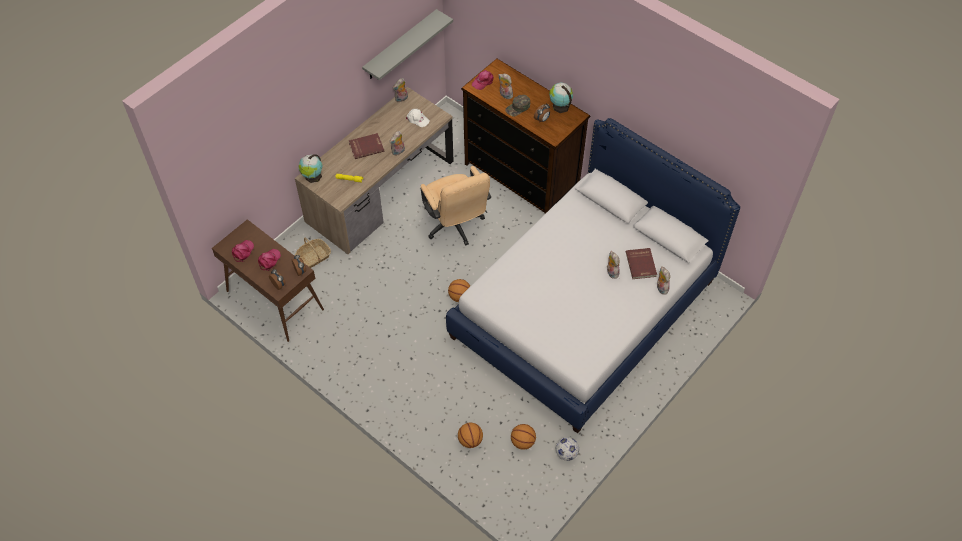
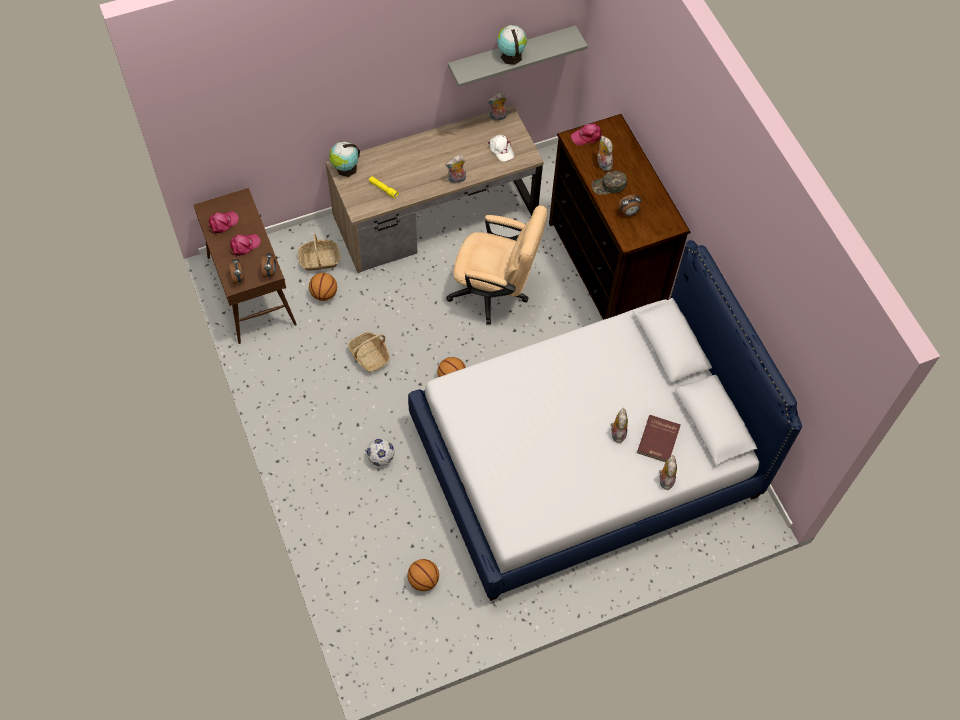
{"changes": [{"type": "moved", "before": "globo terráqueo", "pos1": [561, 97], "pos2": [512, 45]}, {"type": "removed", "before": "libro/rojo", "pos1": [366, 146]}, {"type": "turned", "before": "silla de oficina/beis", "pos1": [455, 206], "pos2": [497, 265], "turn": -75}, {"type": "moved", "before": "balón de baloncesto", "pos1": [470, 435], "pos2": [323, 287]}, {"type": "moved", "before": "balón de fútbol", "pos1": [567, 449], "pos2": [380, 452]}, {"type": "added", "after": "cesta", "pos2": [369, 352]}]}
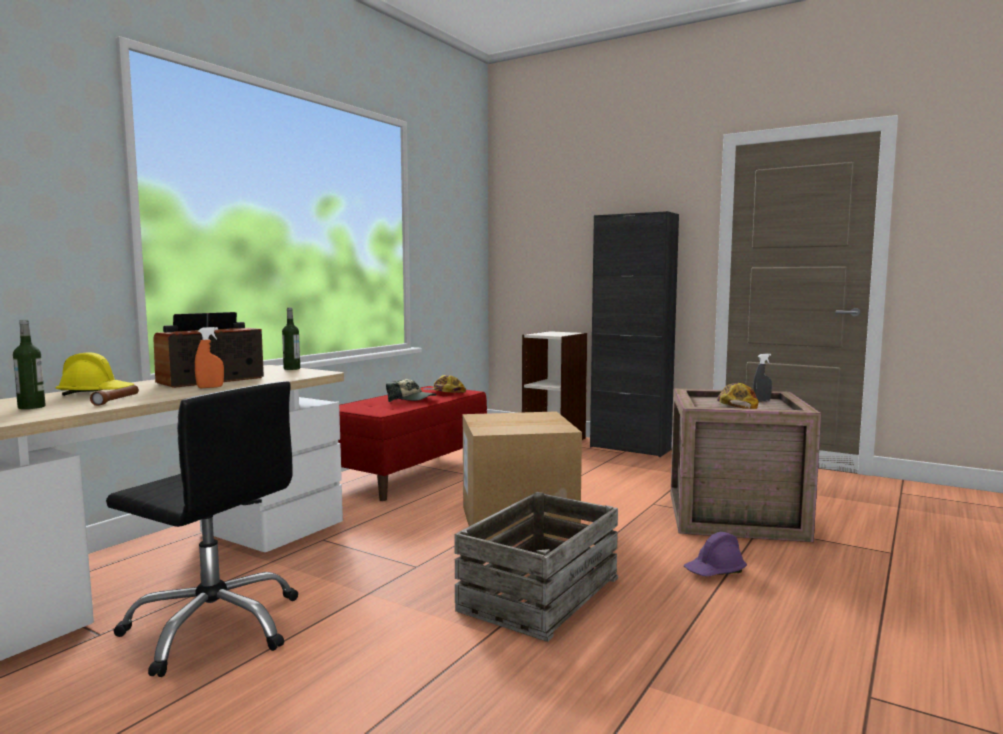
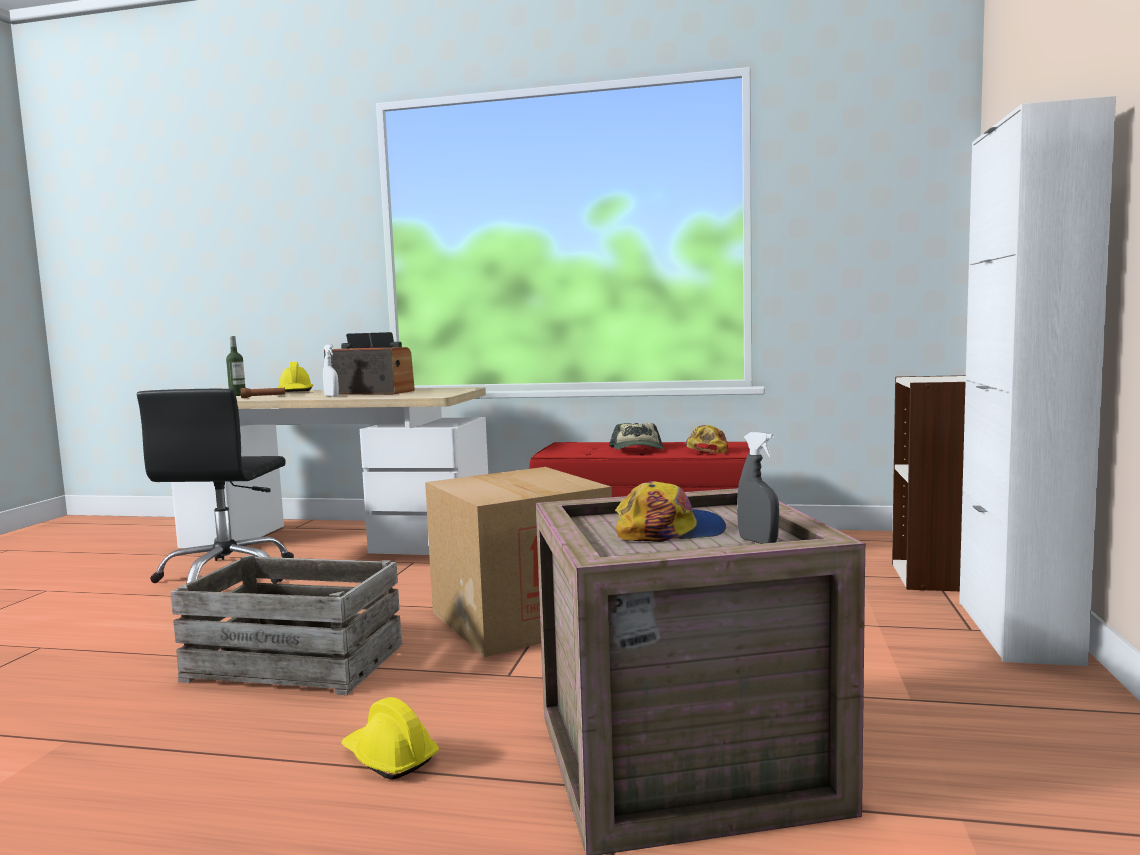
{"changes": [{"type": "recoloured", "before": "armario/negro", "after": "armario/blanco", "pos1": [634, 334], "pos2": [1037, 381]}, {"type": "removed", "before": "botella", "pos1": [291, 339]}, {"type": "recoloured", "before": "pulverizador/naranja", "after": "pulverizador/blanco", "pos1": [209, 357], "pos2": [331, 371]}, {"type": "recoloured", "before": "casco/morado", "after": "casco/amarillo", "pos1": [715, 554], "pos2": [390, 738]}]}
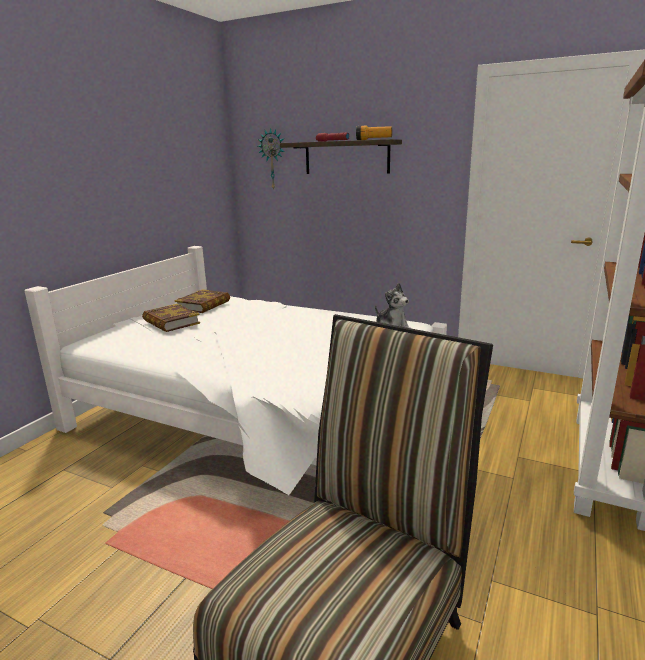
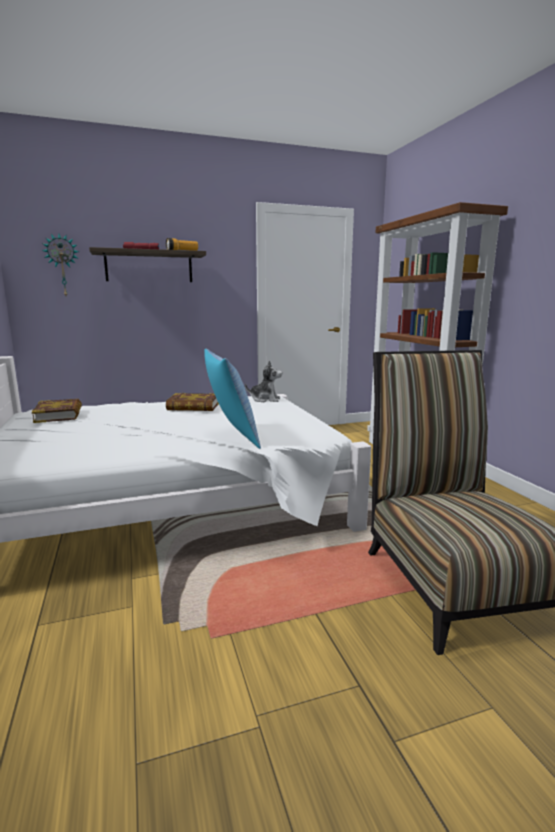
{"changes": [{"type": "moved", "before": "libro", "pos1": [171, 318], "pos2": [192, 402]}, {"type": "added", "after": "cojín", "pos2": [232, 399]}]}
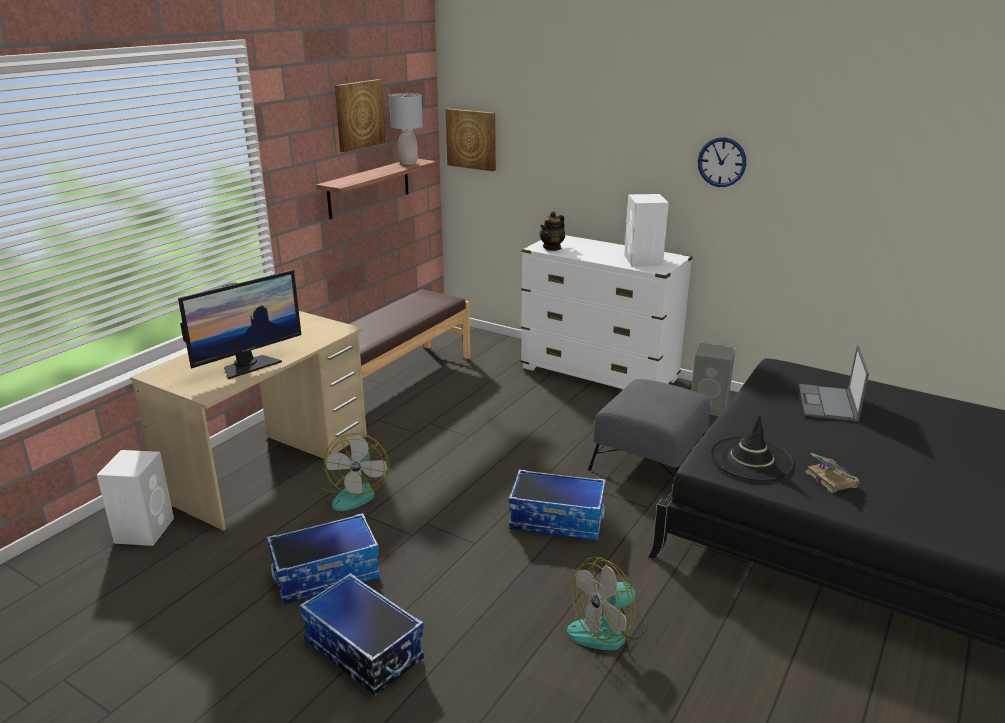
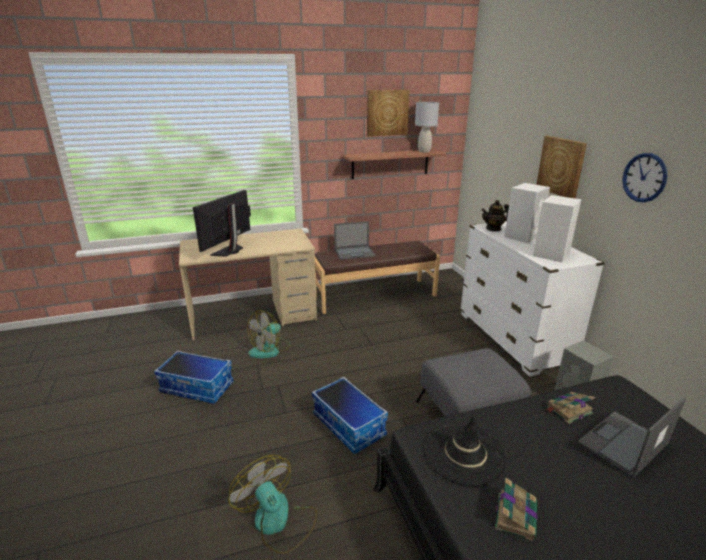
{"changes": [{"type": "moved", "before": "cuadro", "pos1": [470, 140], "pos2": [561, 167]}, {"type": "turned", "before": "monitor", "pos1": [239, 324], "pos2": [222, 223], "turn": 120}, {"type": "moved", "before": "altavoz/blanco", "pos1": [135, 498], "pos2": [527, 213]}, {"type": "turned", "before": "ventilador", "pos1": [607, 603], "pos2": [272, 504], "turn": 45}, {"type": "removed", "before": "caja de almacenaje", "pos1": [361, 634]}, {"type": "added", "after": "portátil", "pos2": [355, 240]}, {"type": "added", "after": "libro", "pos2": [570, 408]}]}
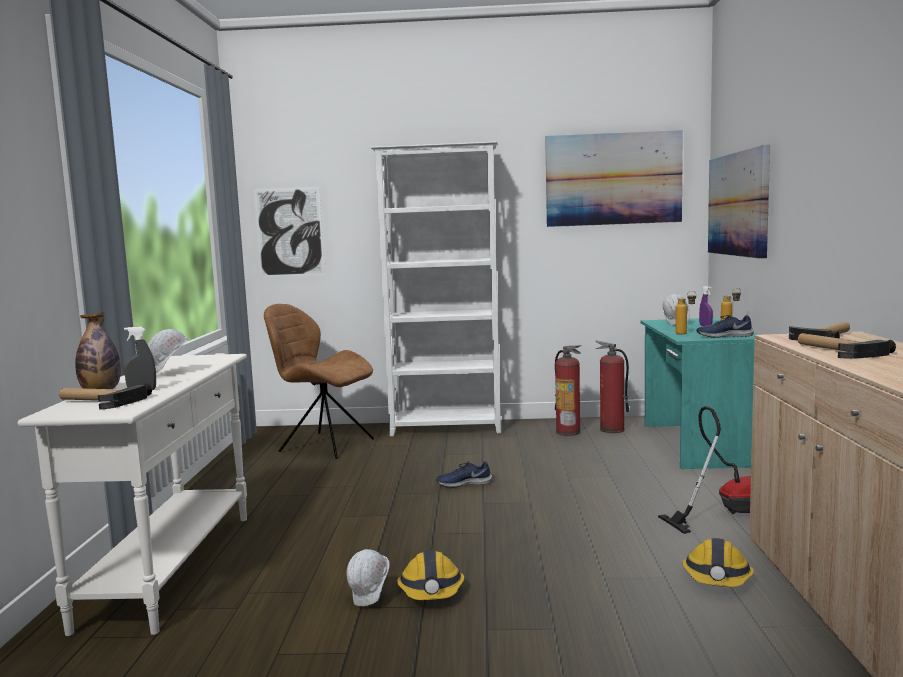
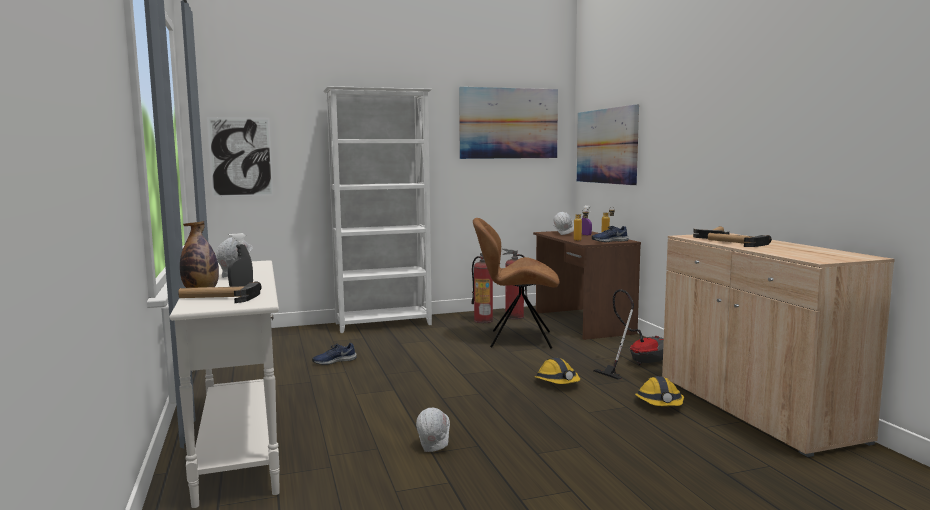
{"changes": [{"type": "moved", "before": "silla/marrón", "pos1": [319, 381], "pos2": [516, 283]}, {"type": "recoloured", "before": "escritorio/turquesa", "after": "escritorio/marrón", "pos1": [699, 393], "pos2": [587, 285]}, {"type": "moved", "before": "zapato/azul", "pos1": [464, 474], "pos2": [334, 354]}, {"type": "moved", "before": "casco", "pos1": [430, 575], "pos2": [557, 371]}]}
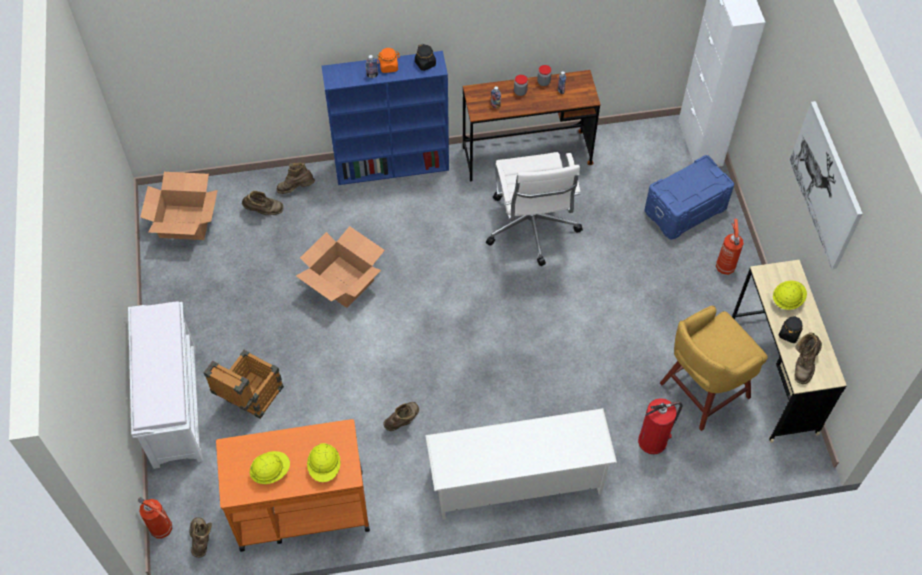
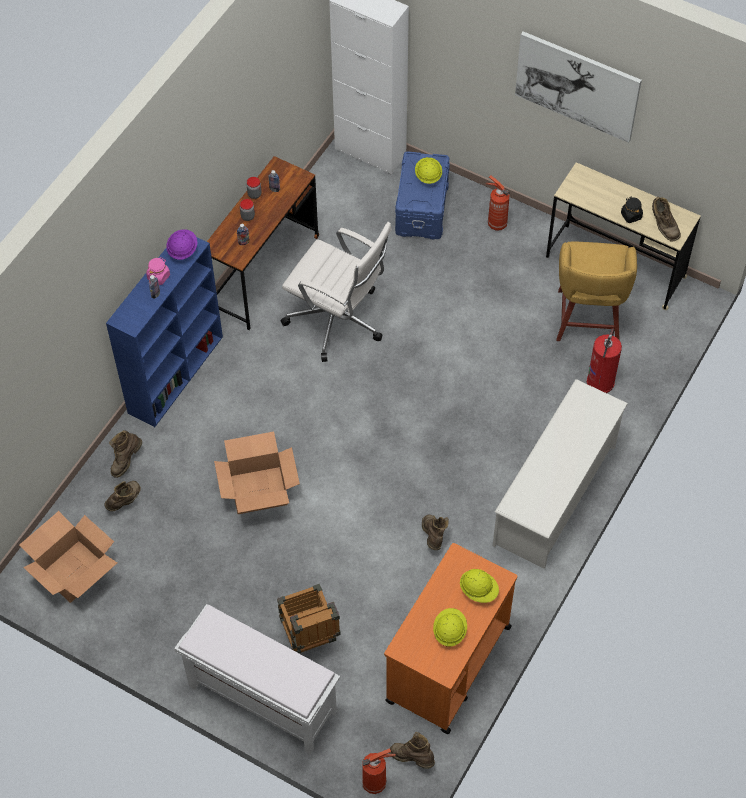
{"changes": [{"type": "replaced", "before": "tarro/negro", "after": "casco/morado", "pos1": [425, 57], "pos2": [181, 244]}, {"type": "recoloured", "before": "tarro/naranja", "after": "tarro/rosa", "pos1": [388, 60], "pos2": [158, 271]}, {"type": "moved", "before": "casco/amarillo", "pos1": [790, 295], "pos2": [428, 170]}]}
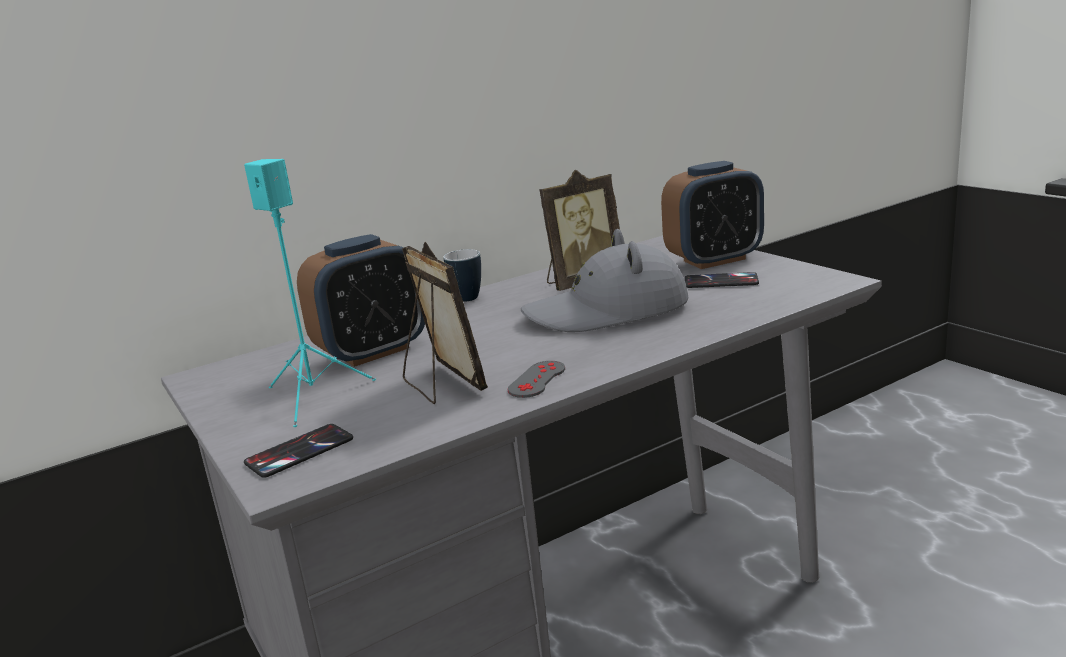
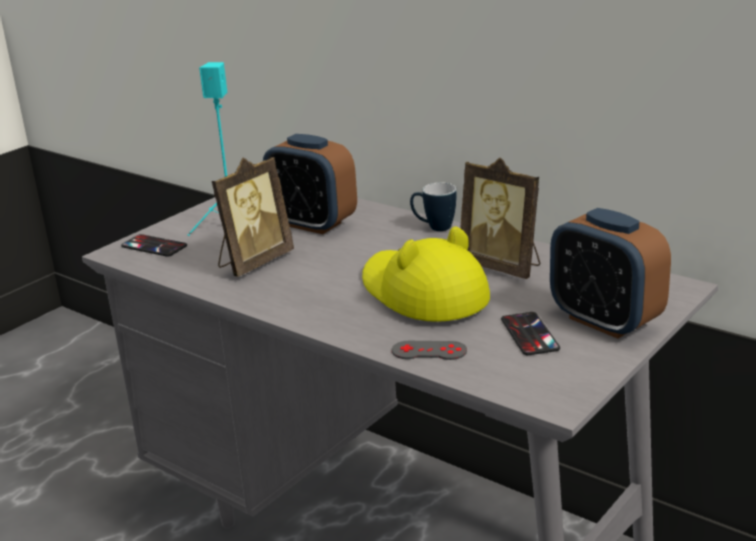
{"changes": [{"type": "recoloured", "before": "sombrero/gris", "after": "sombrero/amarillo", "pos1": [604, 280], "pos2": [426, 274]}, {"type": "moved", "before": "mando de consola/gris", "pos1": [536, 379], "pos2": [429, 350]}]}
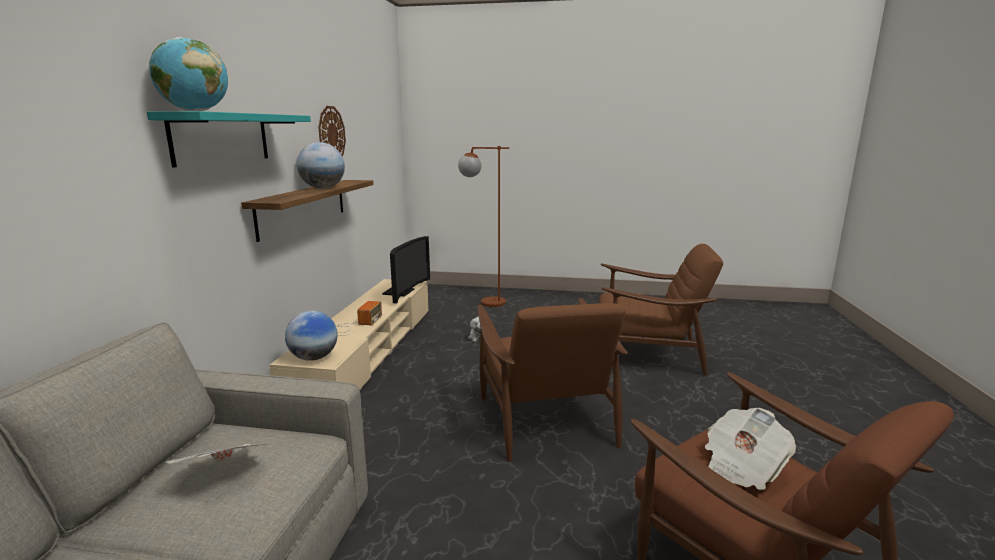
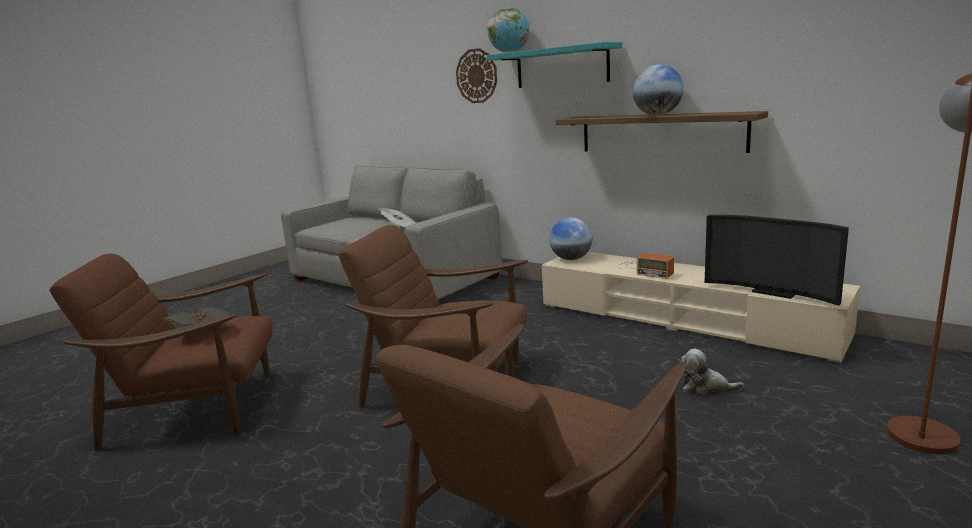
{"changes": [{"type": "moved", "before": "reloj de pared", "pos1": [332, 131], "pos2": [476, 75]}]}
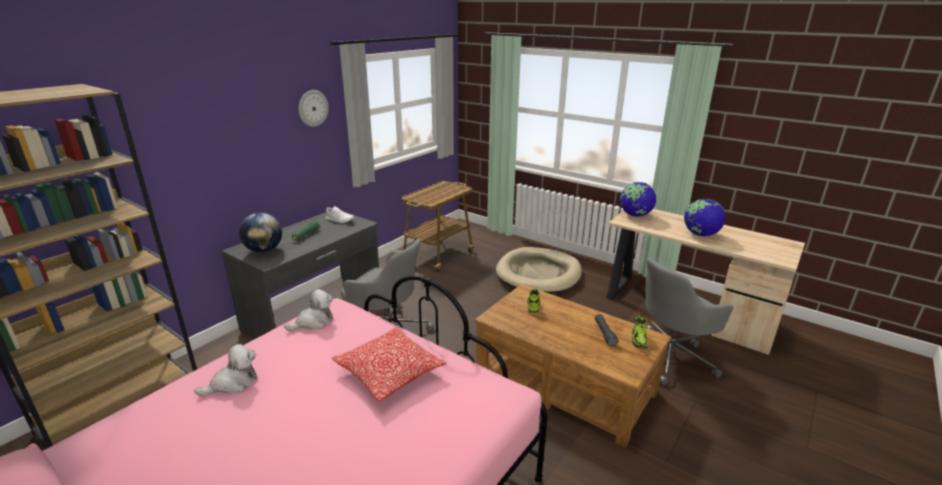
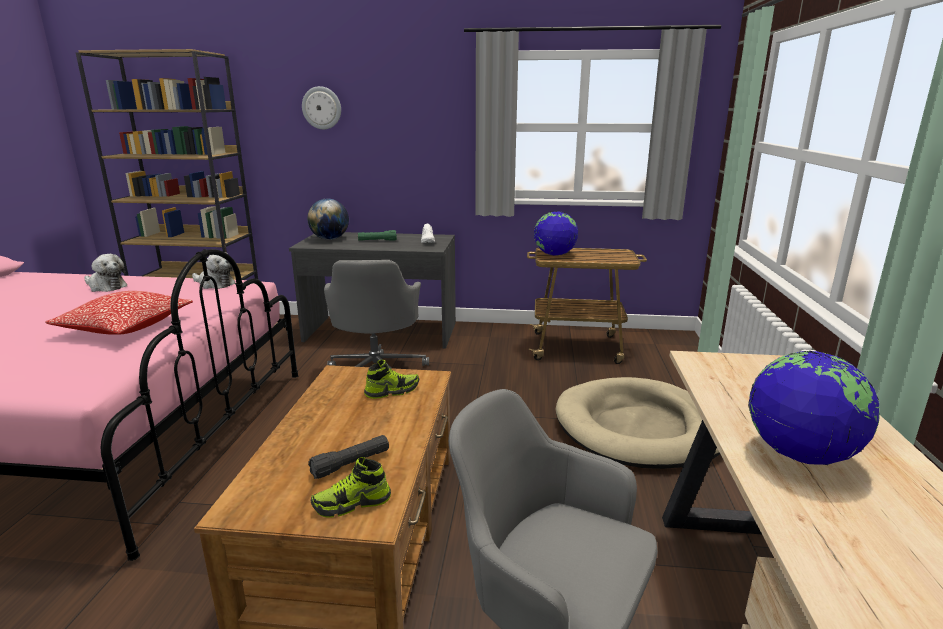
{"changes": [{"type": "moved", "before": "reloj de pared", "pos1": [314, 108], "pos2": [321, 108]}, {"type": "moved", "before": "globo terráqueo", "pos1": [638, 199], "pos2": [556, 233]}]}
